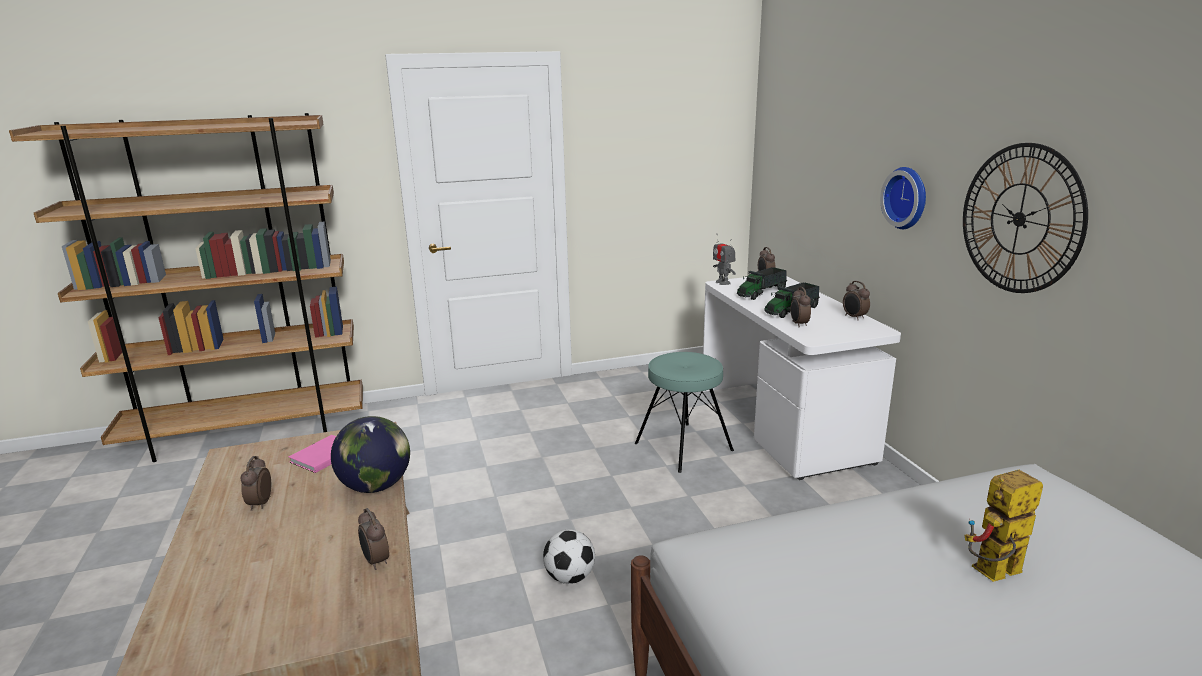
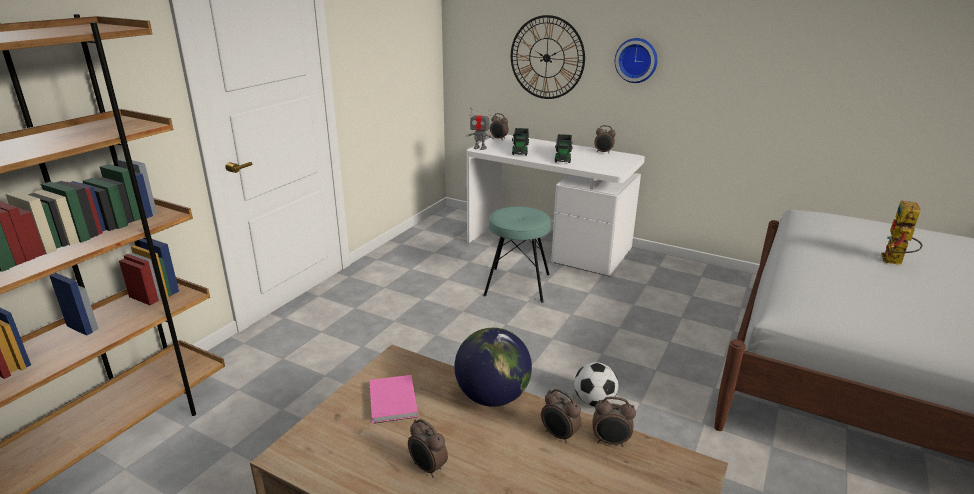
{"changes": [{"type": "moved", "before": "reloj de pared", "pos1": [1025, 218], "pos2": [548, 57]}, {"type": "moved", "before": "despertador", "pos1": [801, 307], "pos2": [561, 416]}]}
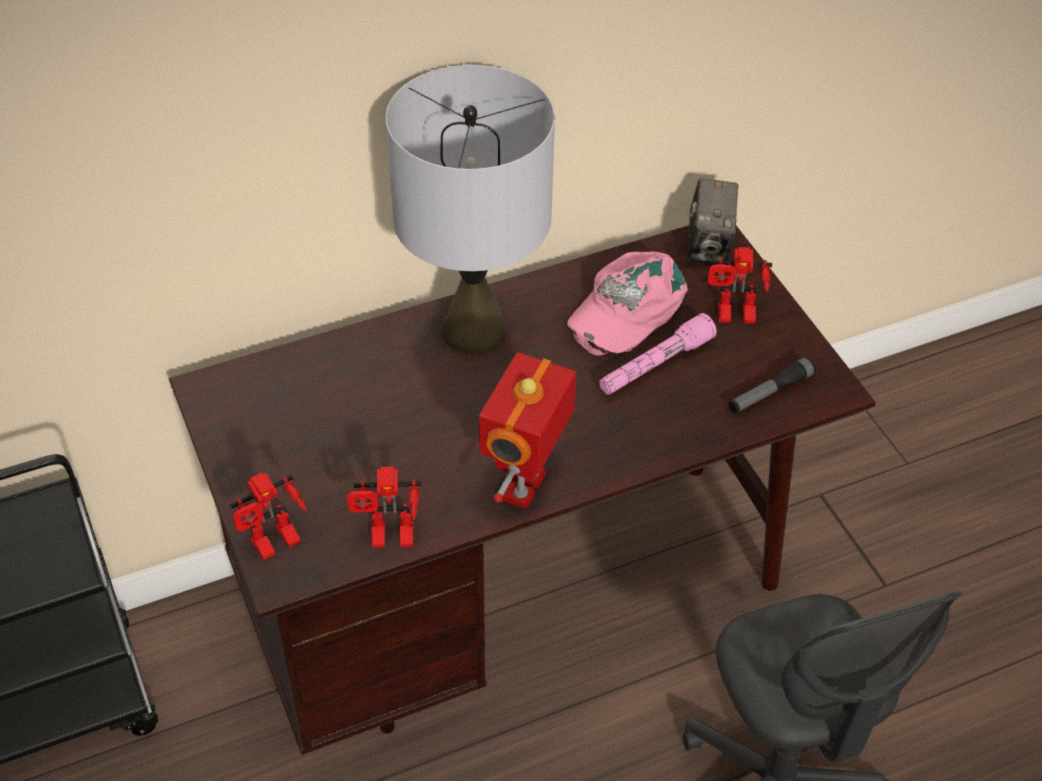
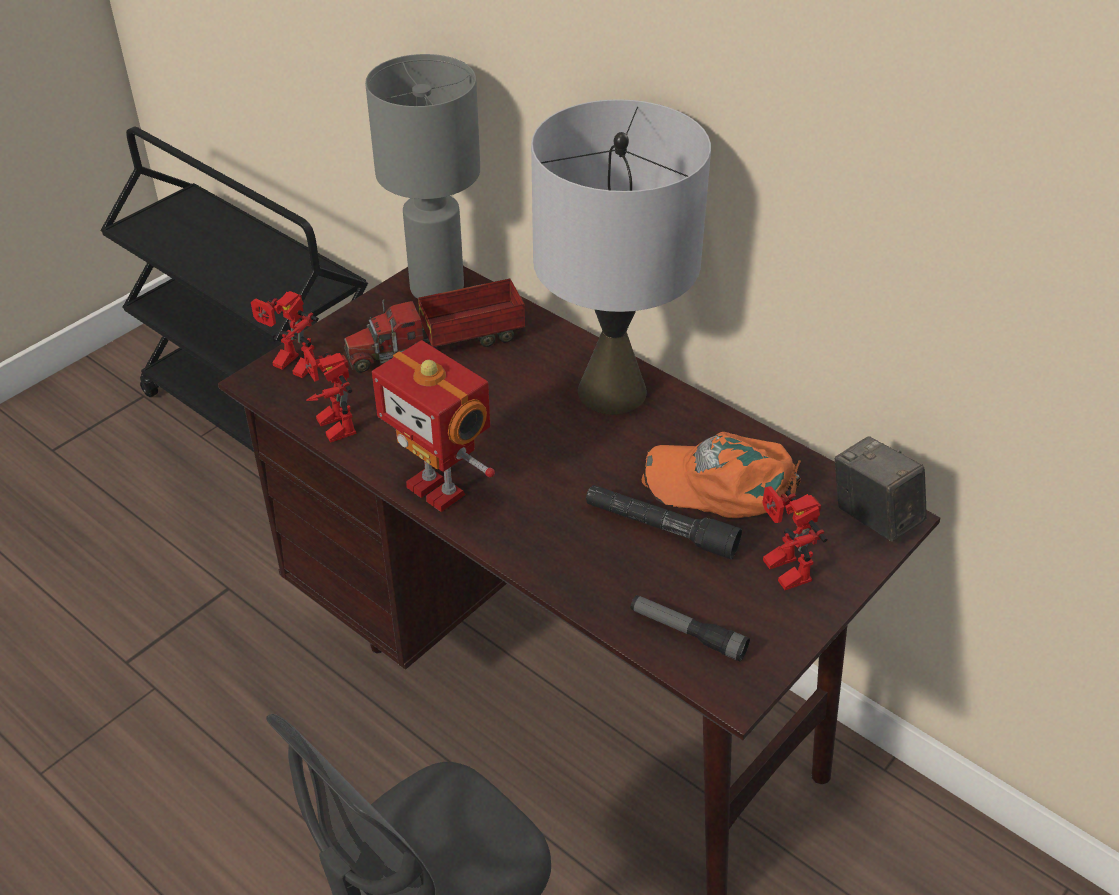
{"changes": [{"type": "turned", "before": "cámara", "pos1": [713, 220], "pos2": [881, 488], "turn": 75}, {"type": "recoloured", "before": "gorra/rosa", "after": "gorra/naranja", "pos1": [627, 303], "pos2": [721, 475]}, {"type": "recoloured", "before": "linterna/rosa", "after": "linterna/negro", "pos1": [658, 354], "pos2": [664, 522]}, {"type": "turned", "before": "robot de juguete", "pos1": [528, 430], "pos2": [433, 426], "turn": -135}, {"type": "added", "after": "lámpara de mesa/gris", "pos2": [422, 176]}, {"type": "added", "after": "camión de juguete", "pos2": [434, 325]}]}
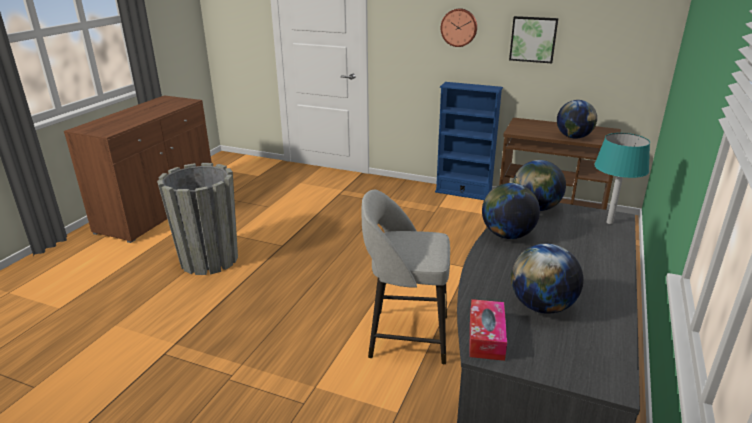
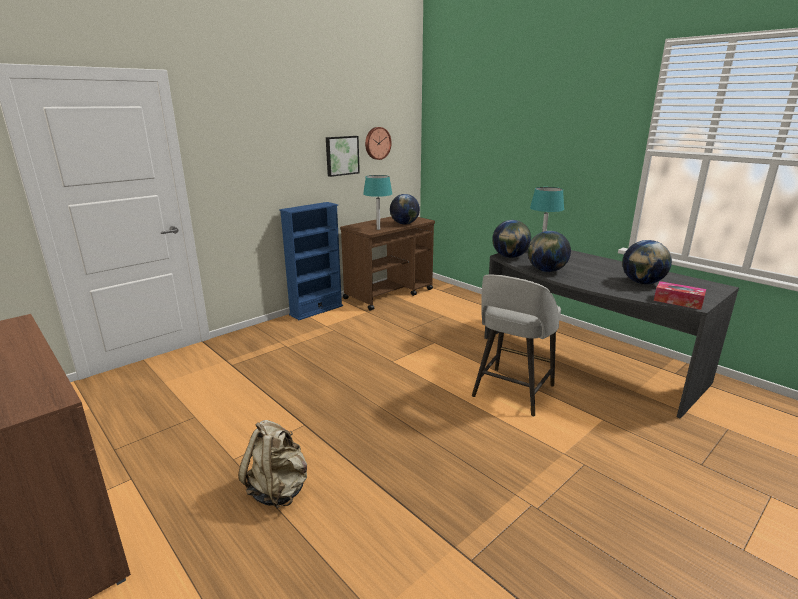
{"changes": [{"type": "moved", "before": "reloj de pared", "pos1": [459, 27], "pos2": [378, 143]}, {"type": "replaced", "before": "maceta/gris", "after": "mochila/beis", "pos1": [197, 219], "pos2": [272, 464]}, {"type": "added", "after": "lámpara de mesa/turquesa", "pos2": [378, 202]}]}
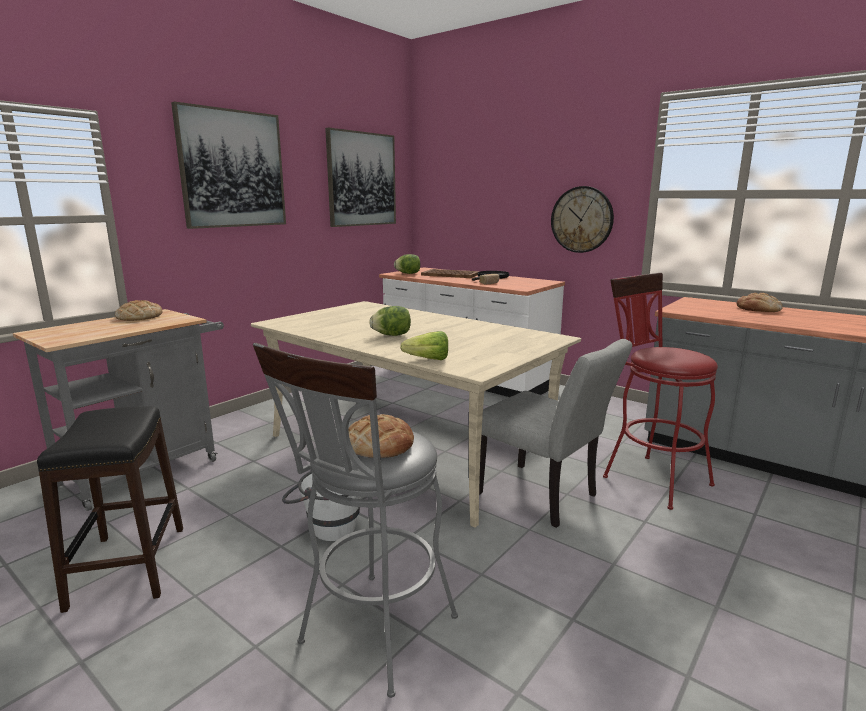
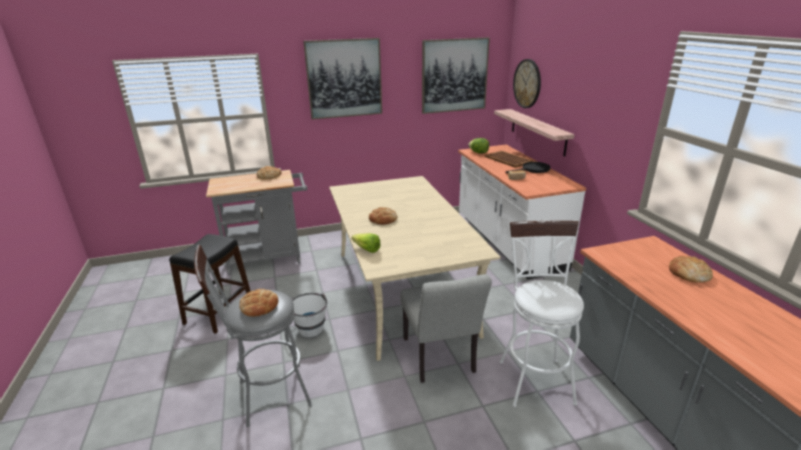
{"changes": [{"type": "moved", "before": "reloj de pared", "pos1": [582, 219], "pos2": [527, 83]}, {"type": "recoloured", "before": "taburete/rojo", "after": "taburete/blanco", "pos1": [660, 391], "pos2": [542, 314]}, {"type": "replaced", "before": "lechuga", "after": "pan", "pos1": [390, 321], "pos2": [383, 216]}, {"type": "added", "after": "estante", "pos2": [534, 132]}]}
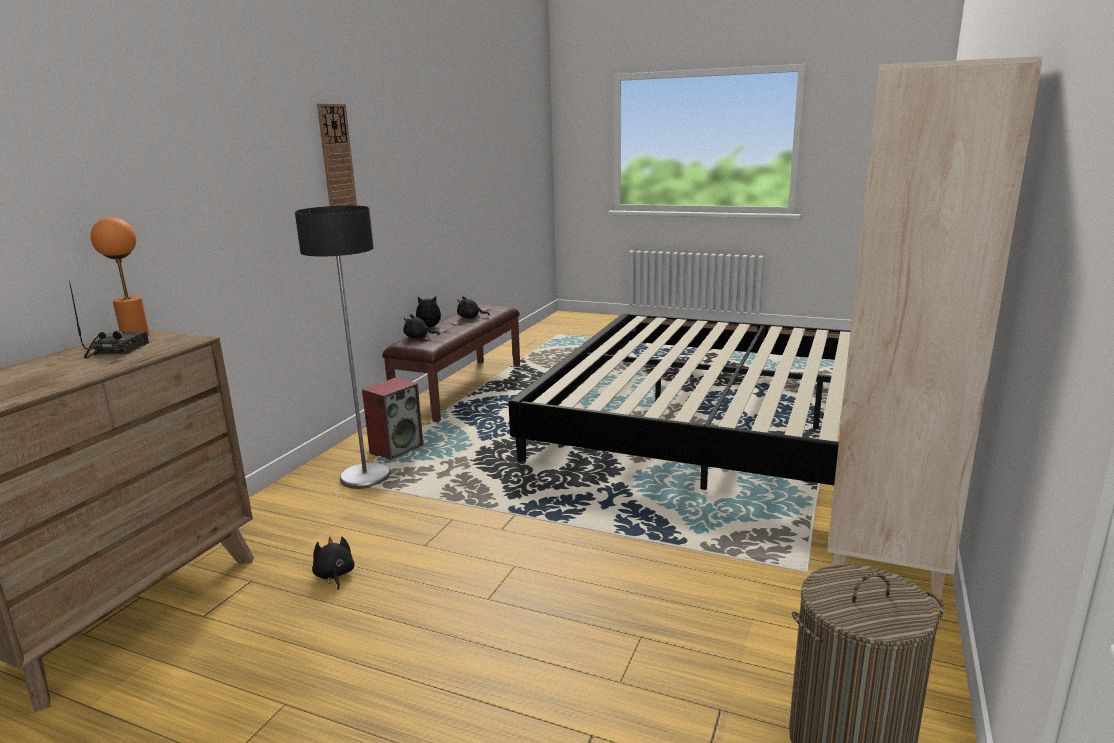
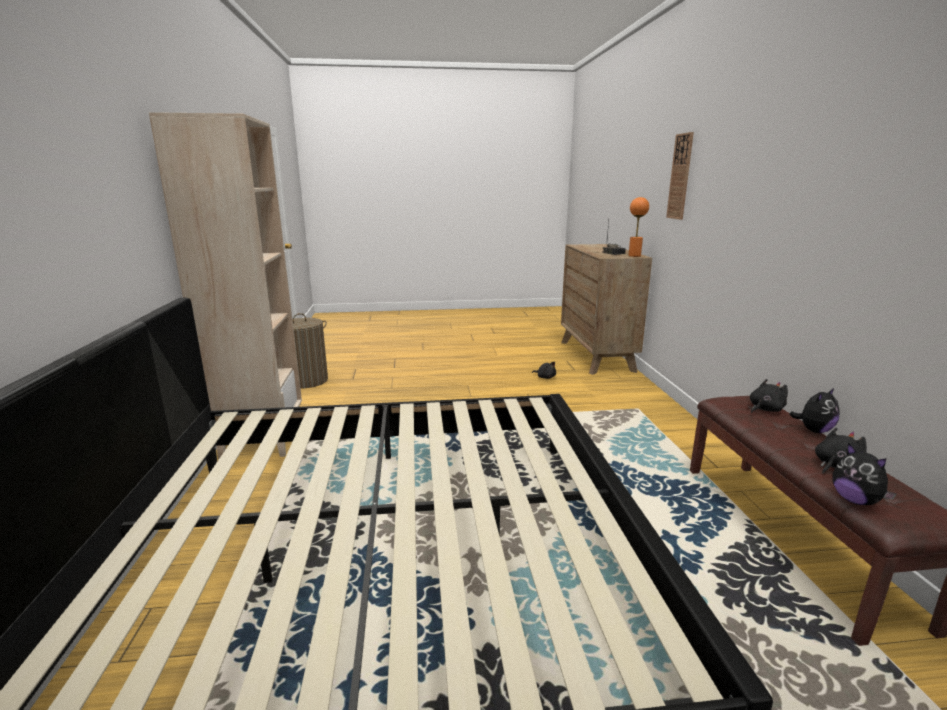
{"changes": [{"type": "moved", "before": "reloj de pared", "pos1": [337, 155], "pos2": [680, 176]}, {"type": "removed", "before": "lámpara de pie", "pos1": [342, 347]}, {"type": "removed", "before": "altavoz", "pos1": [392, 418]}, {"type": "added", "after": "peluche", "pos2": [865, 474]}]}
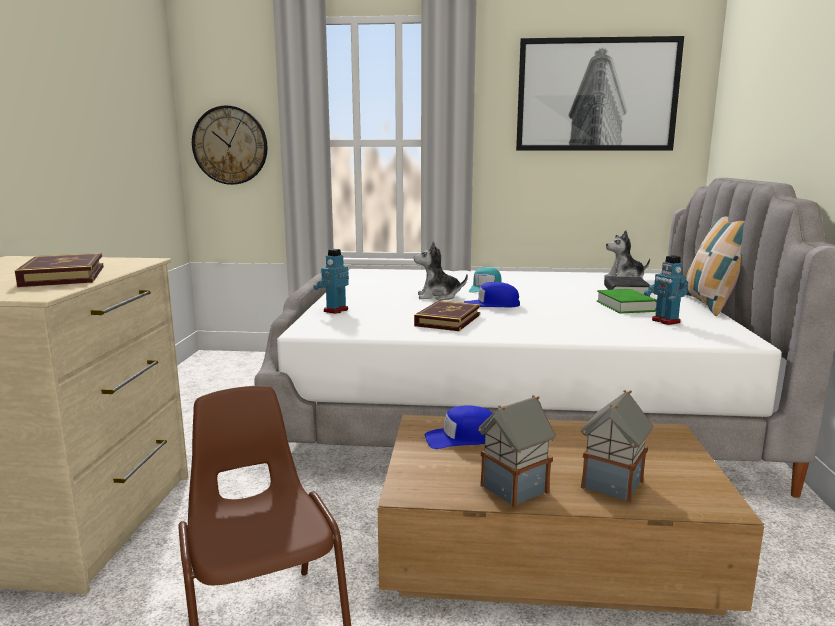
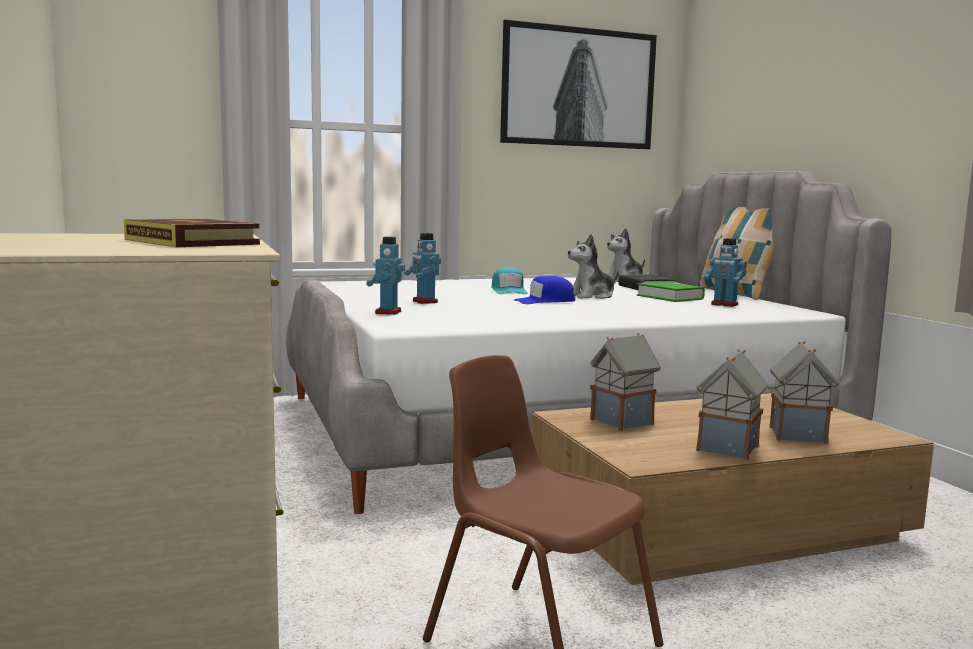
{"changes": [{"type": "removed", "before": "reloj de pared", "pos1": [230, 145]}, {"type": "moved", "before": "peluche", "pos1": [441, 270], "pos2": [593, 266]}, {"type": "removed", "before": "libro", "pos1": [447, 315]}, {"type": "replaced", "before": "gorra/azul", "after": "casita", "pos1": [458, 427], "pos2": [625, 382]}, {"type": "added", "after": "robot de juguete", "pos2": [422, 268]}]}
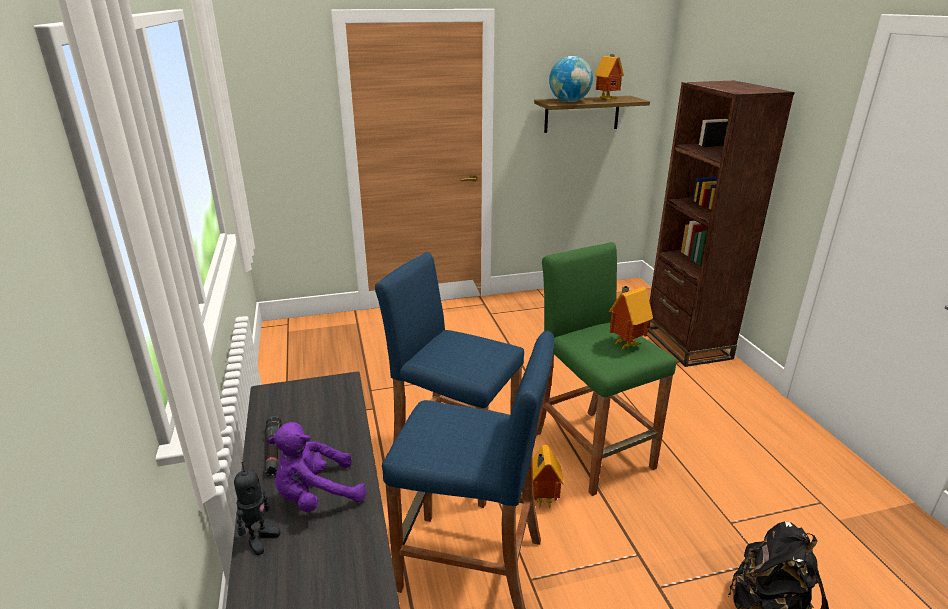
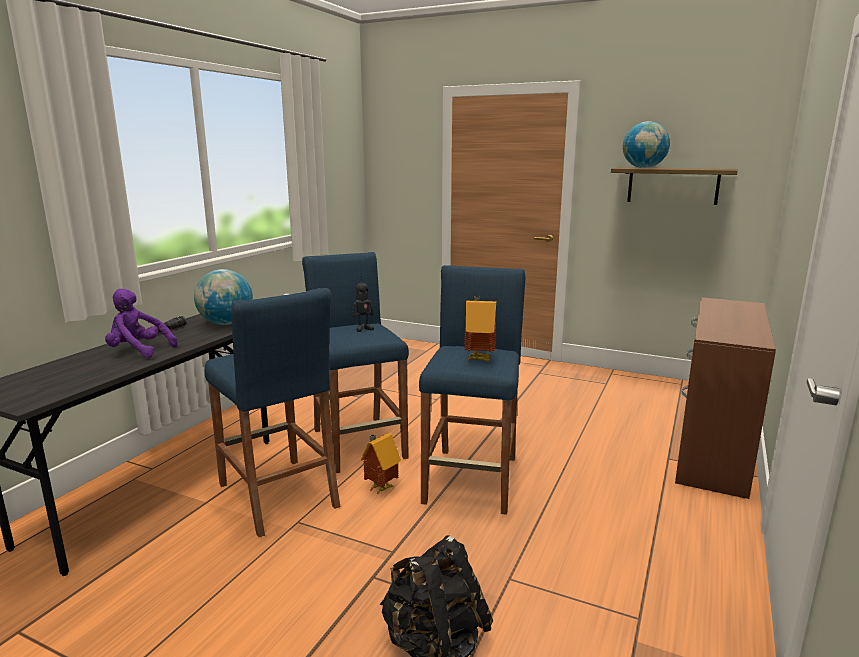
{"changes": [{"type": "removed", "before": "casita", "pos1": [609, 77]}, {"type": "replaced", "before": "estantería/marrón", "after": "escritorio/marrón", "pos1": [721, 224], "pos2": [725, 398]}, {"type": "recoloured", "before": "taburete/verde", "after": "taburete/azul", "pos1": [606, 369], "pos2": [472, 390]}, {"type": "moved", "before": "robot de juguete", "pos1": [257, 508], "pos2": [363, 304]}, {"type": "added", "after": "globo terráqueo", "pos2": [223, 297]}]}
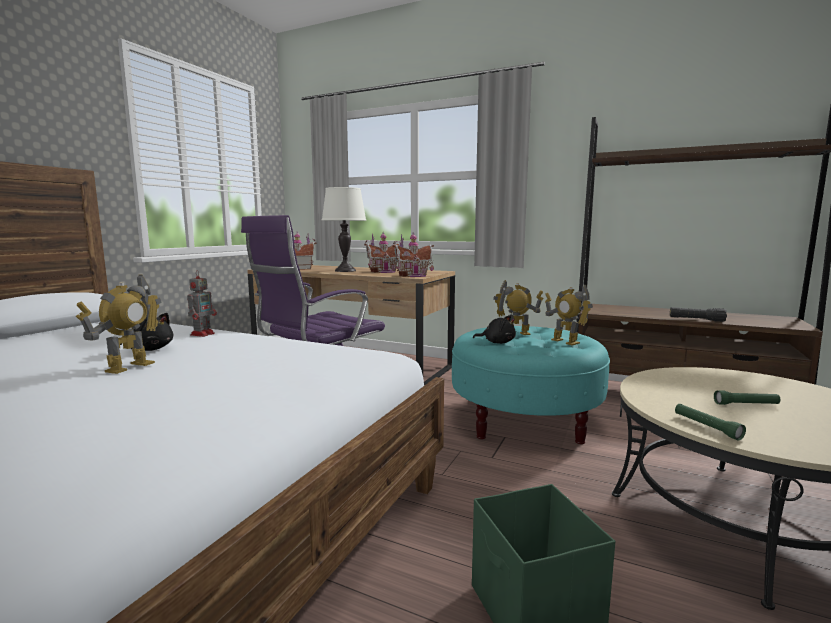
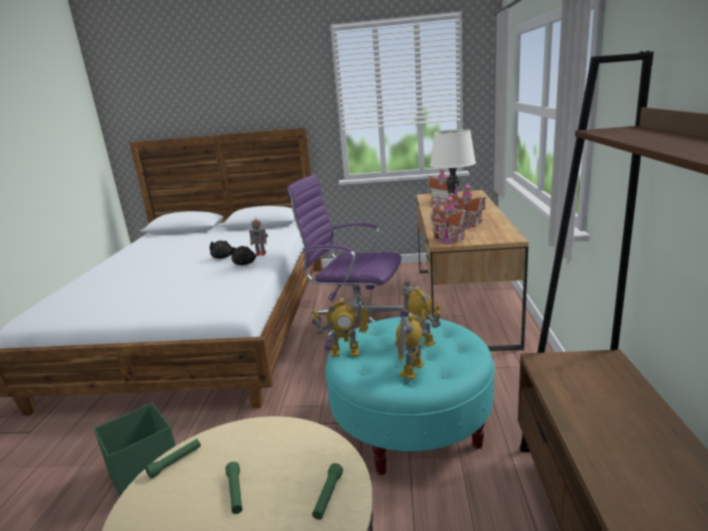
{"changes": [{"type": "moved", "before": "robot de juguete", "pos1": [119, 324], "pos2": [341, 325]}, {"type": "removed", "before": "linterna/negro", "pos1": [698, 314]}, {"type": "moved", "before": "peluche/negro", "pos1": [494, 329], "pos2": [243, 255]}, {"type": "added", "after": "linterna/verde", "pos2": [327, 491]}]}
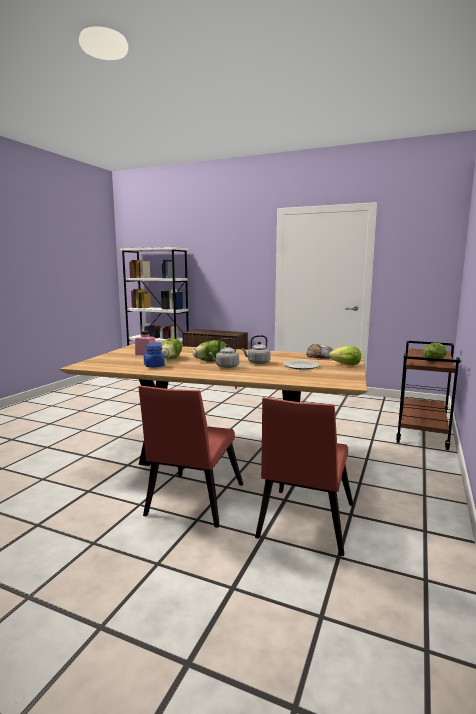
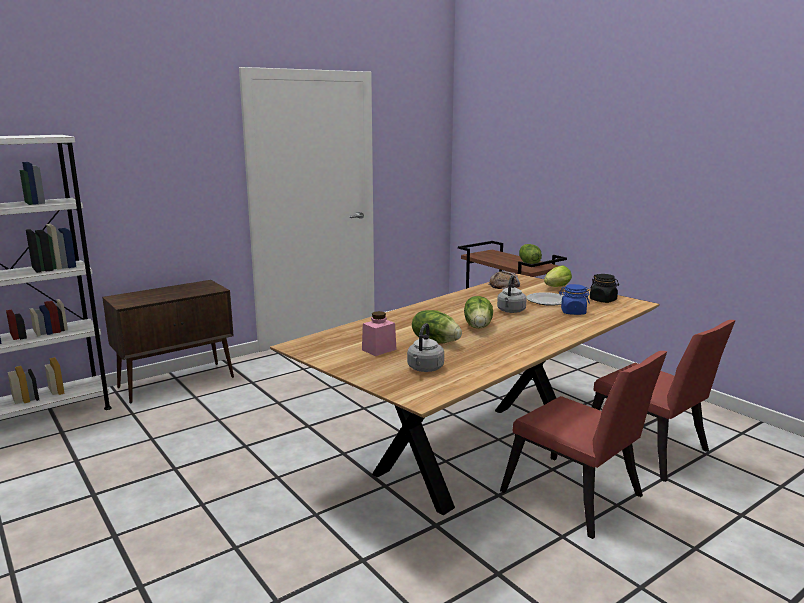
{"changes": [{"type": "moved", "before": "hervidor/gris", "pos1": [224, 353], "pos2": [425, 347]}, {"type": "moved", "before": "tarro/azul", "pos1": [154, 356], "pos2": [574, 299]}, {"type": "added", "after": "tarro/negro", "pos2": [604, 288]}]}
